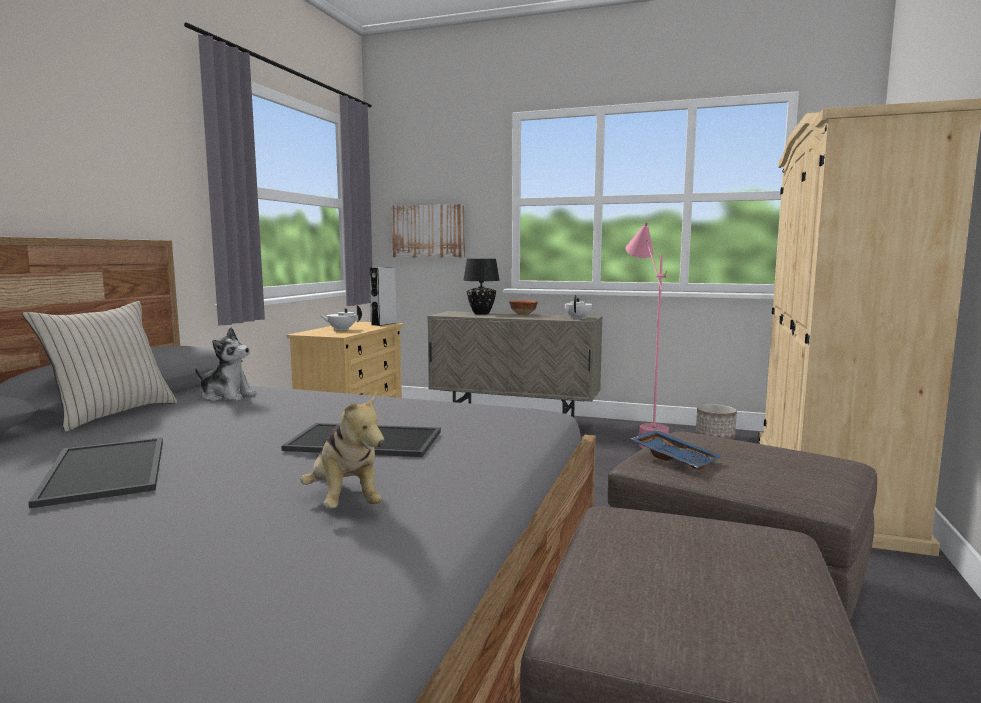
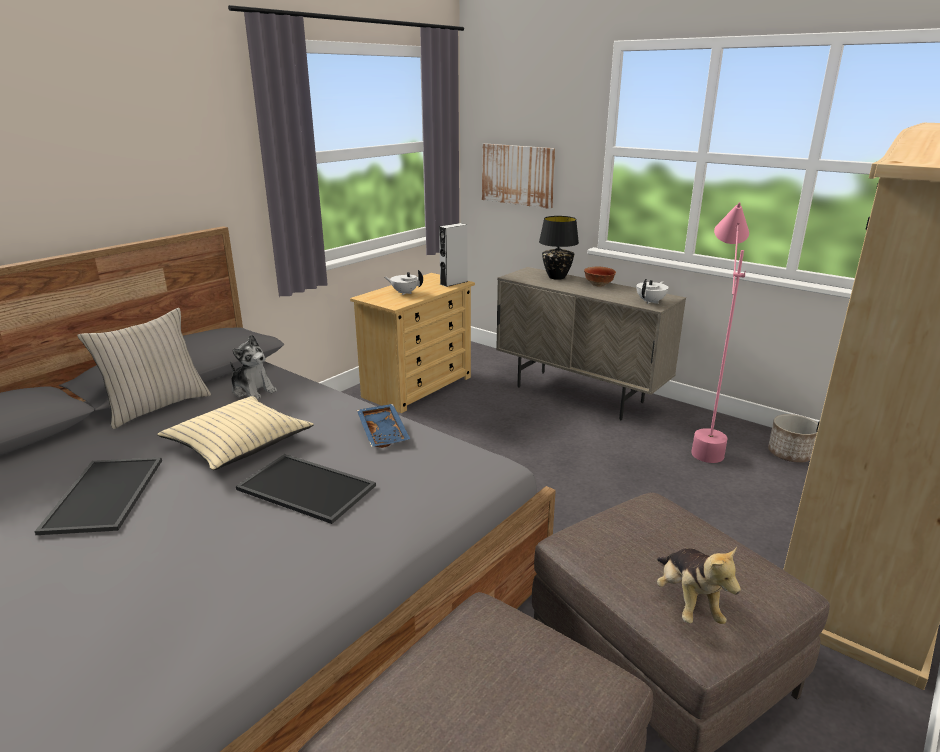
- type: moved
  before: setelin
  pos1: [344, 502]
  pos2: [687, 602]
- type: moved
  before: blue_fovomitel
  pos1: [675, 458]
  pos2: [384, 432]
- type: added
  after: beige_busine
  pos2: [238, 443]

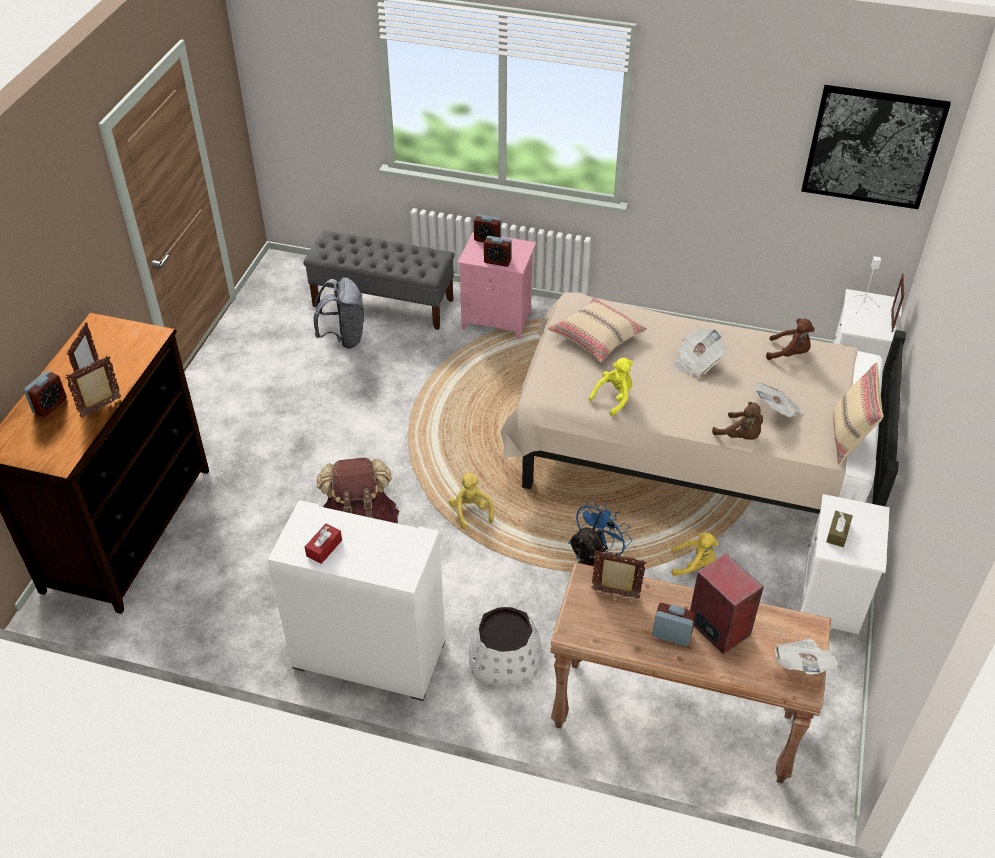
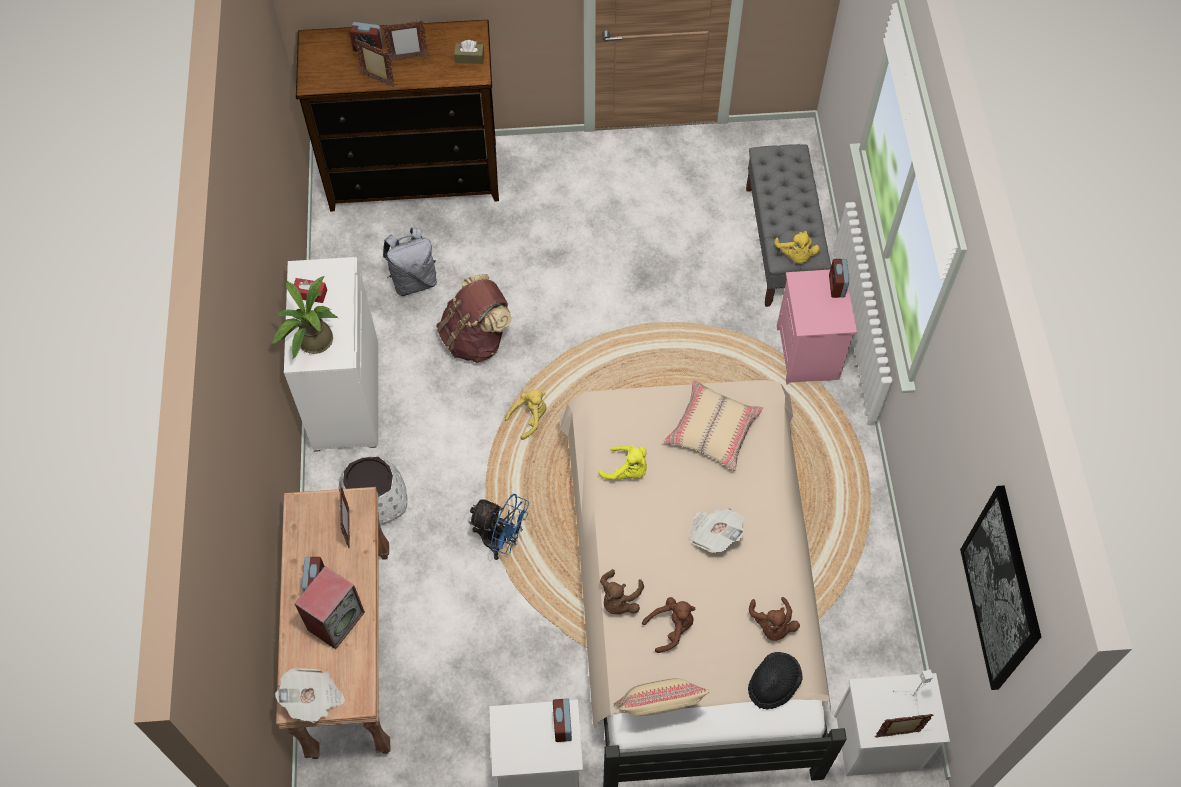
- type: moved
  before: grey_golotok
  pos1: [344, 337]
  pos2: [414, 281]
- type: moved
  before: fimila
  pos1: [497, 261]
  pos2: [562, 725]
- type: moved
  before: yellow_setelin
  pos1: [694, 564]
  pos2: [796, 256]
- type: replaced
  before: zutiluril
  after: brown_setelin
  pos1: [776, 410]
  pos2: [671, 628]
- type: moved
  before: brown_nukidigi
  pos1: [838, 533]
  pos2: [469, 58]
- type: added
  after: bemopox
  pos2: [311, 343]
- type: added
  after: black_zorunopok
  pos2: [773, 684]

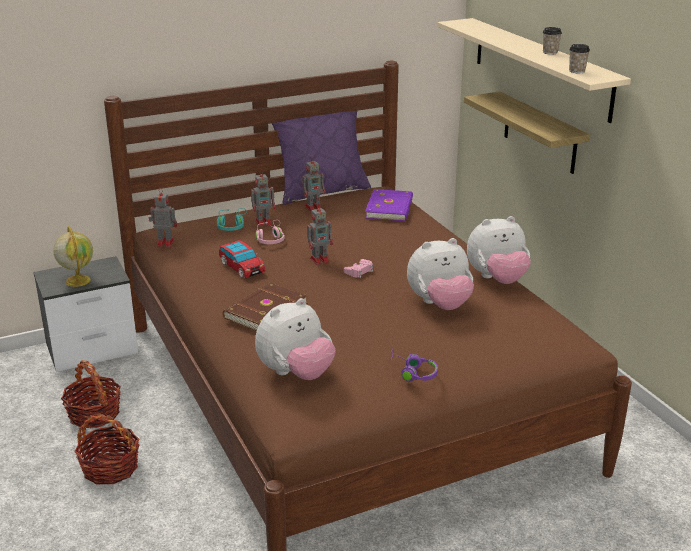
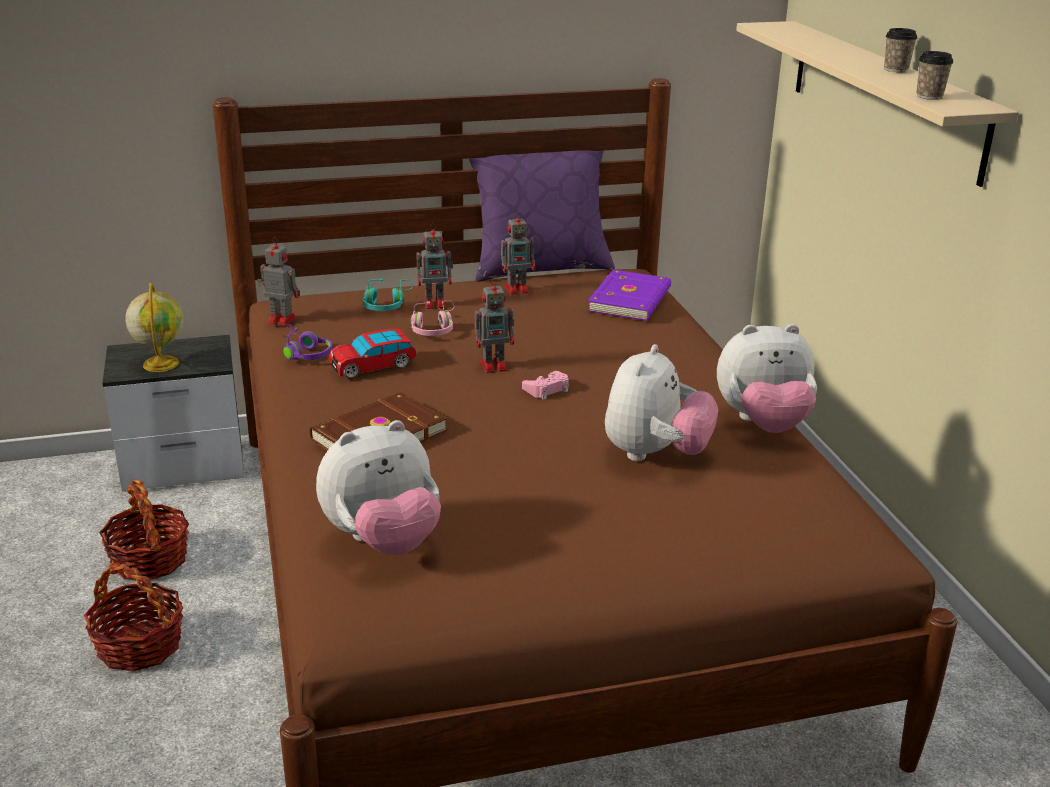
- type: turned
  before: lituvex
  pos1: [242, 267]
  pos2: [373, 366]
  turn: 90
- type: moved
  before: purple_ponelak
  pos1: [412, 372]
  pos2: [304, 353]
- type: turned
  before: setelin
  pos1: [439, 304]
  pos2: [655, 454]
  turn: -60
- type: removed
  before: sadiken
  pos1: [540, 133]

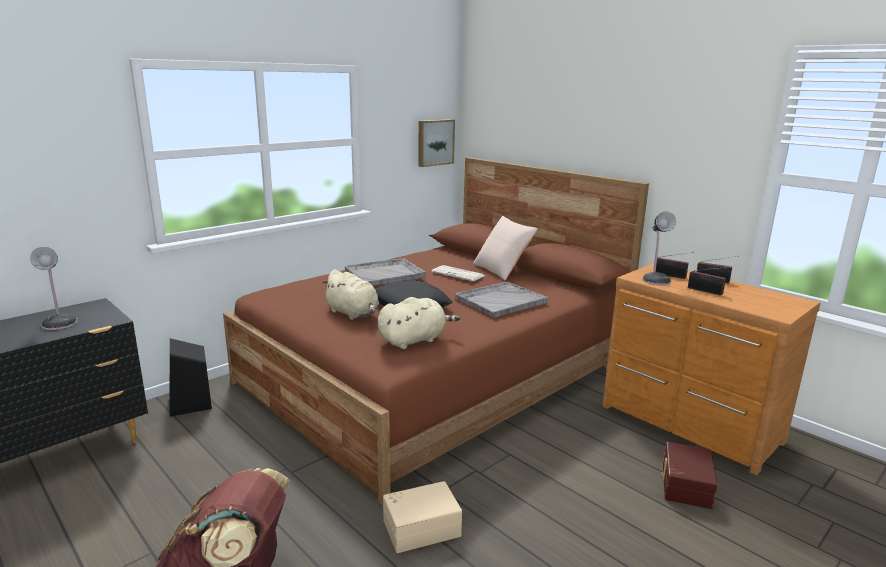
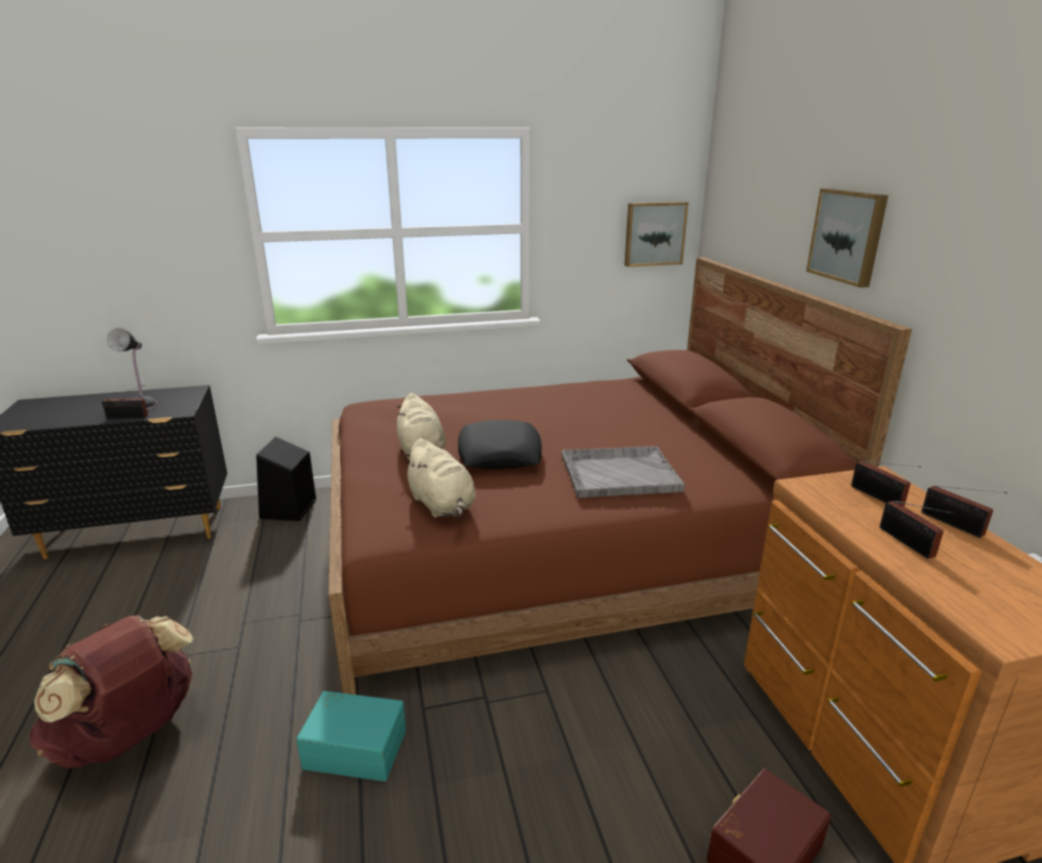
- type: removed
  before: grey_fovomitel
  pos1: [385, 274]
- type: turned
  before: beige_setelin
  pos1: [414, 340]
  pos2: [442, 505]
  turn: 60
- type: recoloured
  before: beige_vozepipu
  after: turquoise_vozepipu
  pos1: [421, 527]
  pos2: [356, 746]
- type: removed
  before: zutiluril
  pos1: [459, 274]
- type: removed
  before: beige_busine
  pos1: [502, 270]
- type: removed
  before: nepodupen
  pos1: [655, 280]
- type: added
  after: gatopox
  pos2: [129, 417]
- type: added
  after: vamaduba
  pos2: [848, 236]

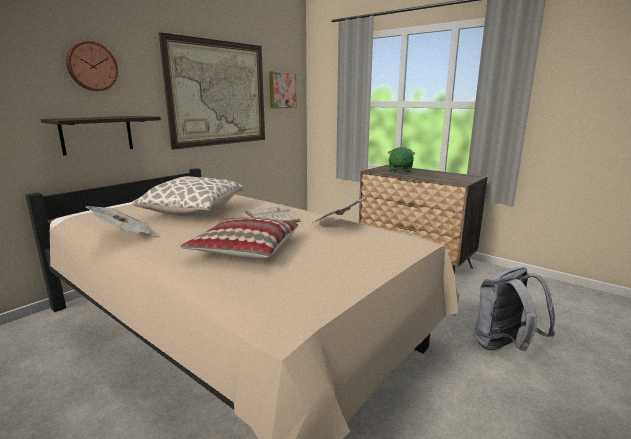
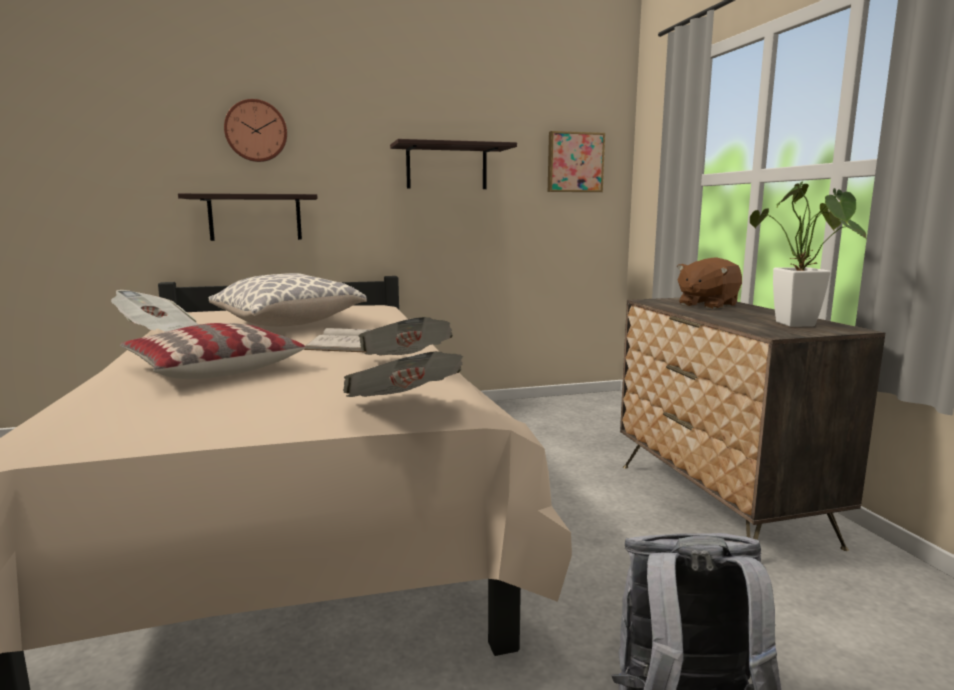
- type: replaced
  before: vamaduba
  after: sadiken
  pos1: [218, 94]
  pos2: [446, 167]
- type: recoloured
  before: green_setelin
  after: brown_setelin
  pos1: [400, 170]
  pos2: [707, 305]
- type: added
  after: zutiluril
  pos2: [403, 410]
- type: added
  after: bemopox
  pos2: [799, 326]

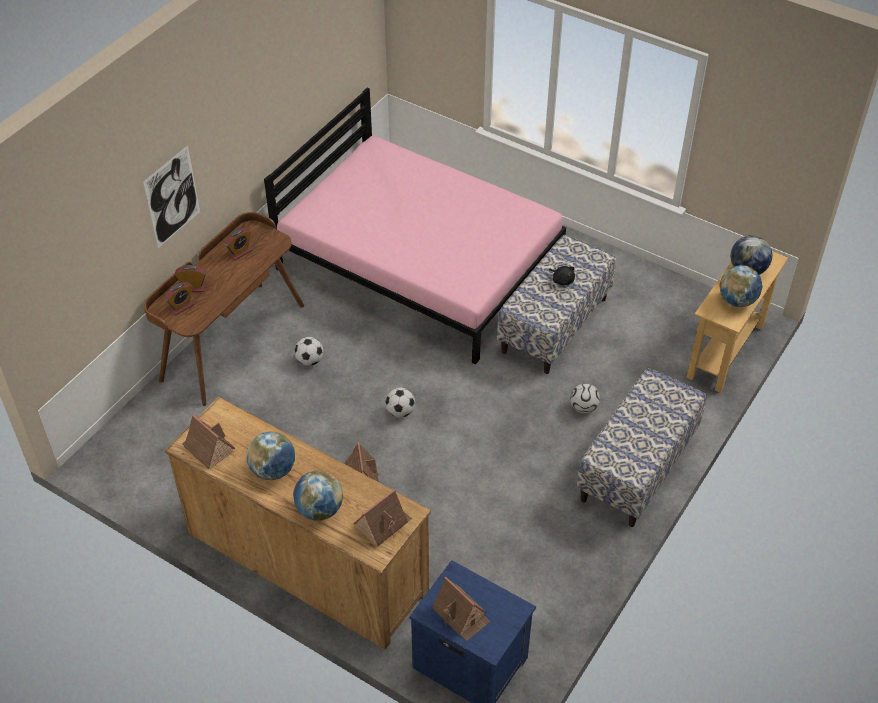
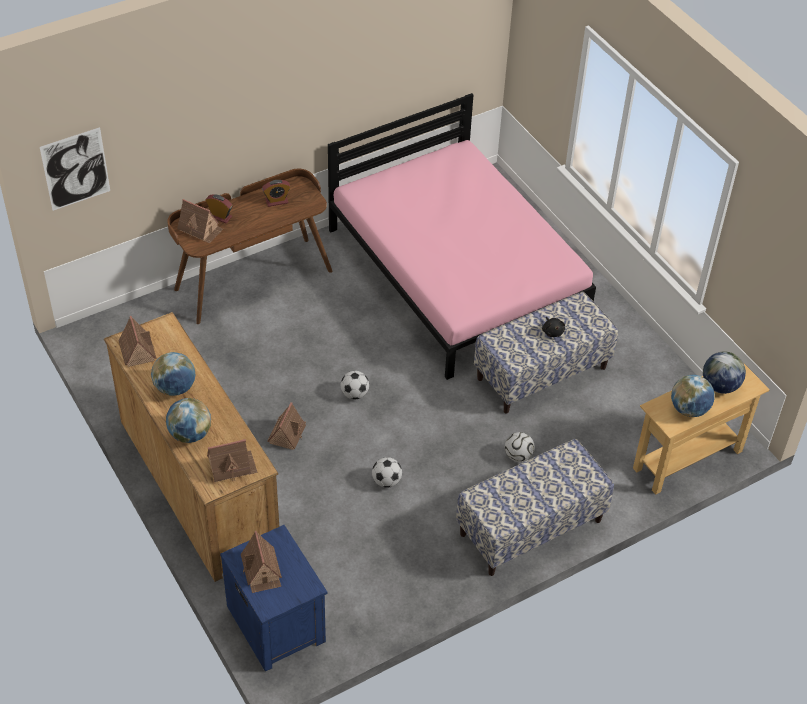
- type: moved
  before: vamaduba
  pos1: [172, 197]
  pos2: [75, 169]
- type: replaced
  before: fimila
  after: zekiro
  pos1: [181, 307]
  pos2: [200, 229]
- type: moved
  before: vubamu
  pos1: [310, 360]
  pos2: [386, 481]

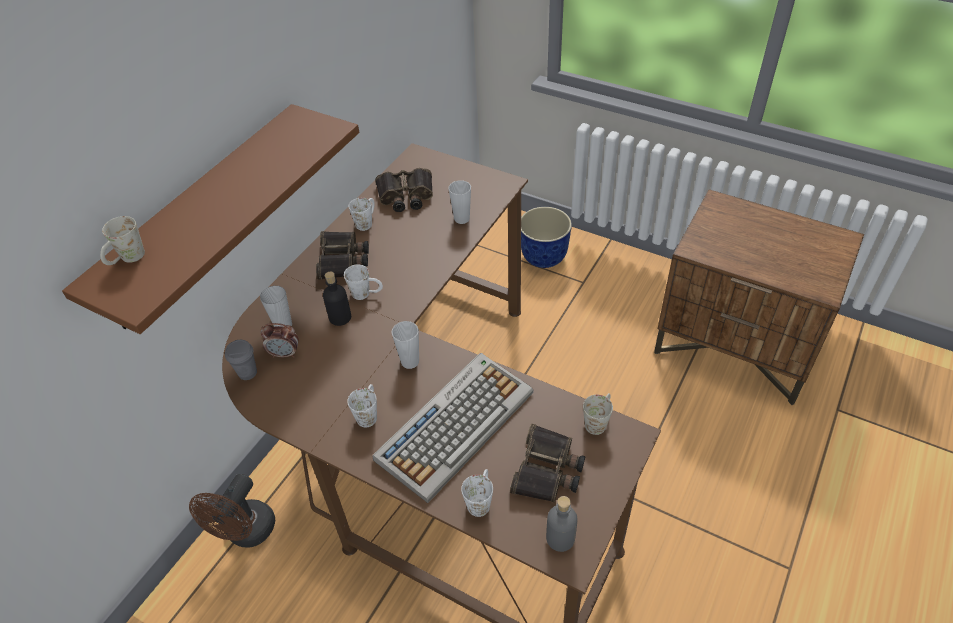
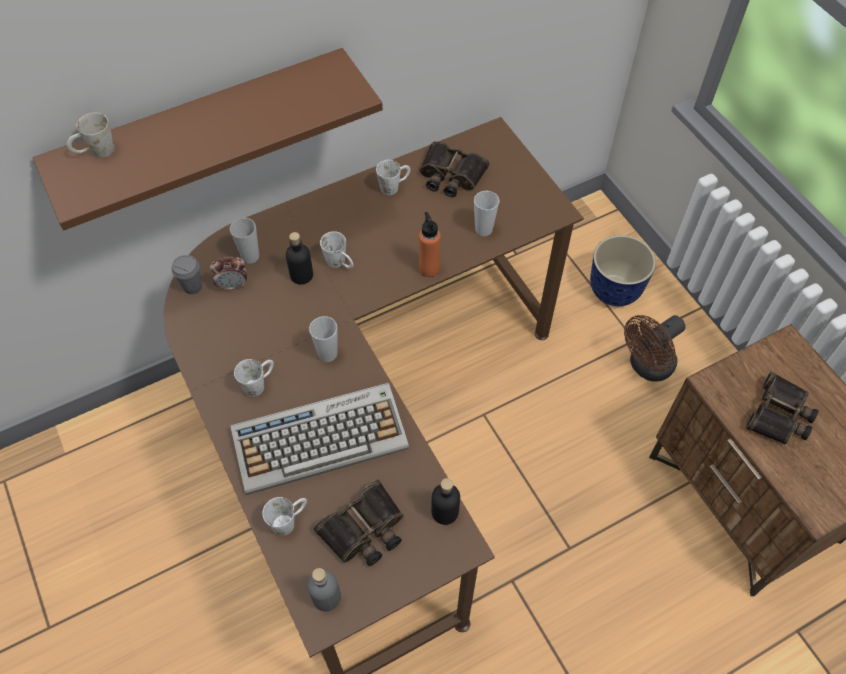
- type: moved
  before: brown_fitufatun
  pos1: [246, 533]
  pos2: [646, 367]
- type: turned
  before: fimila
  pos1: [285, 354]
  pos2: [233, 285]
  turn: -45
- type: moved
  before: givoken
  pos1: [343, 260]
  pos2: [780, 415]
- type: replaced
  before: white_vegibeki
  after: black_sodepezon
  pos1: [598, 420]
  pos2: [445, 512]
- type: added
  after: orange_sodepezon
  pos2: [429, 269]

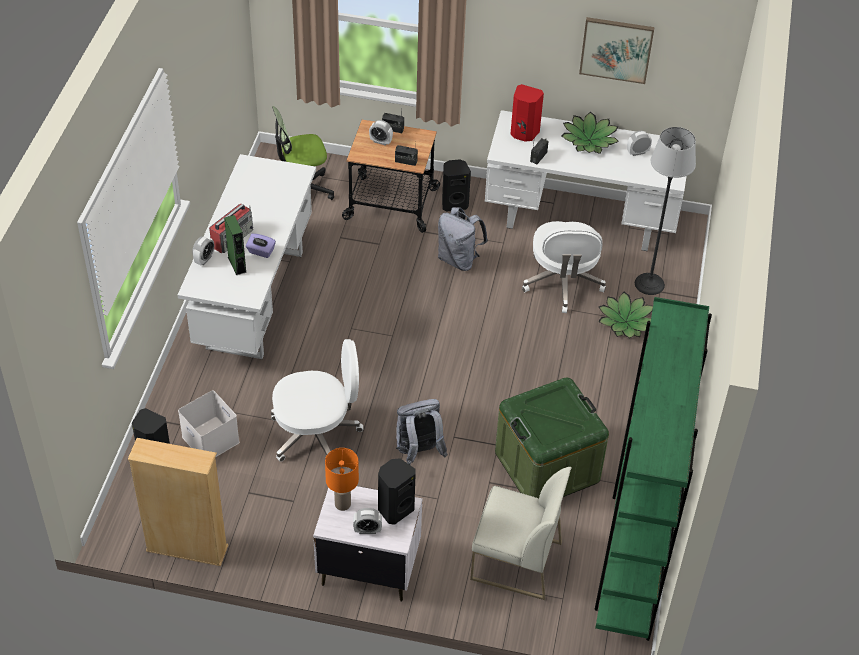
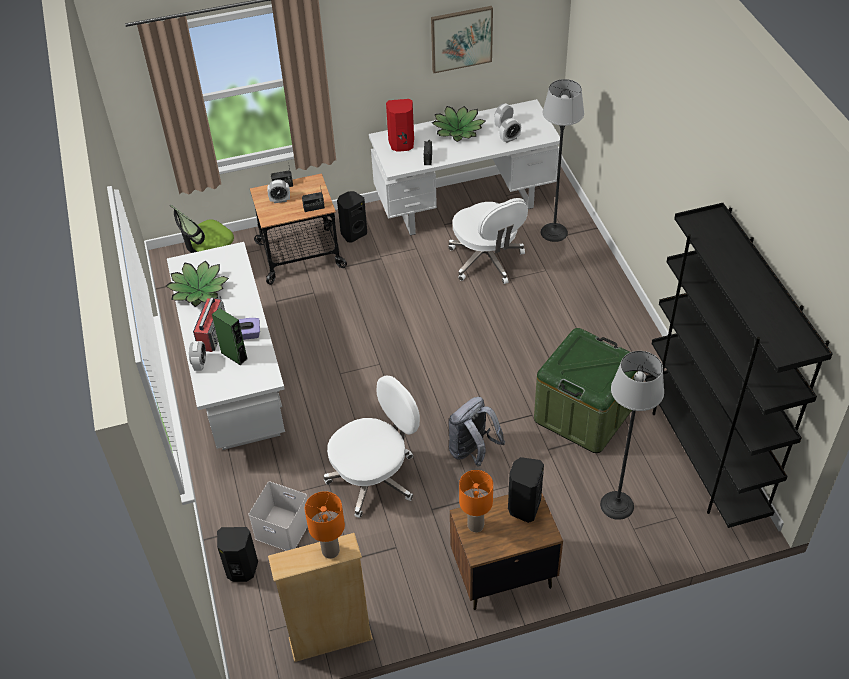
- type: recoloured
  before: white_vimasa
  after: brown_vimasa
  pos1: [368, 568]
  pos2: [502, 574]
- type: moved
  before: fimila
  pos1: [367, 530]
  pos2: [510, 139]
- type: removed
  before: grey_golotok
  pos1: [459, 259]
- type: replaced
  before: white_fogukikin
  after: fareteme
  pos1: [515, 561]
  pos2: [617, 505]
- type: recoloured
  before: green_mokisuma
  after: black_mokisuma
  pos1: [632, 557]
  pos2: [703, 455]
- type: moved
  before: bemopox
  pos1: [626, 322]
  pos2: [199, 290]
- type: added
  after: orange_nepodupen
  pos2: [330, 551]

